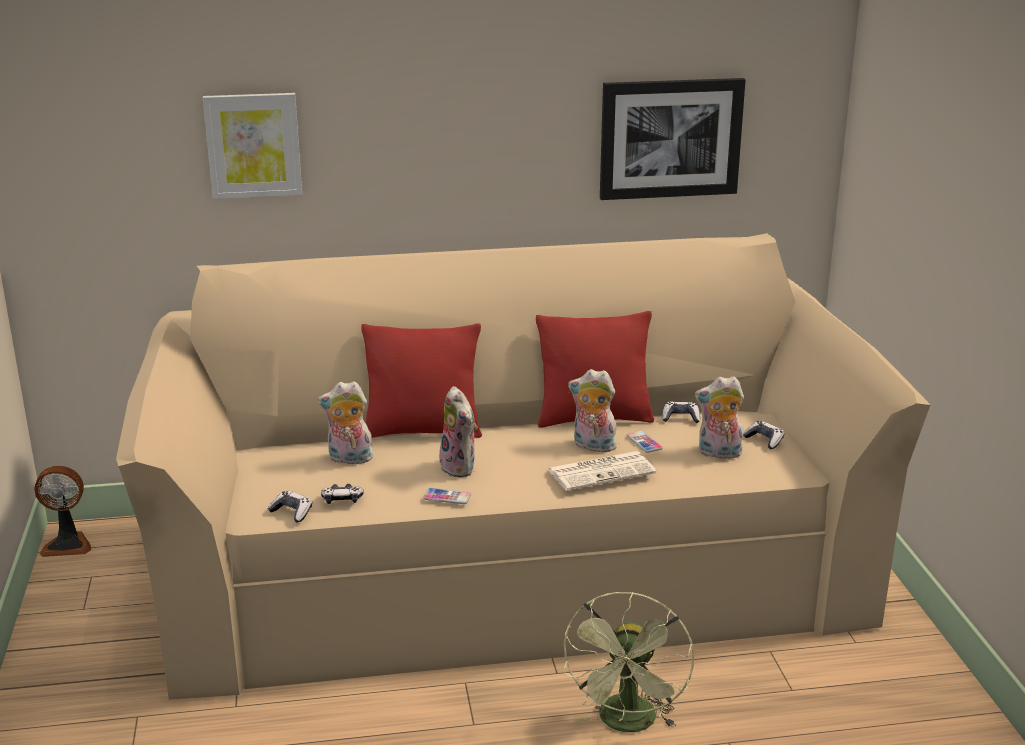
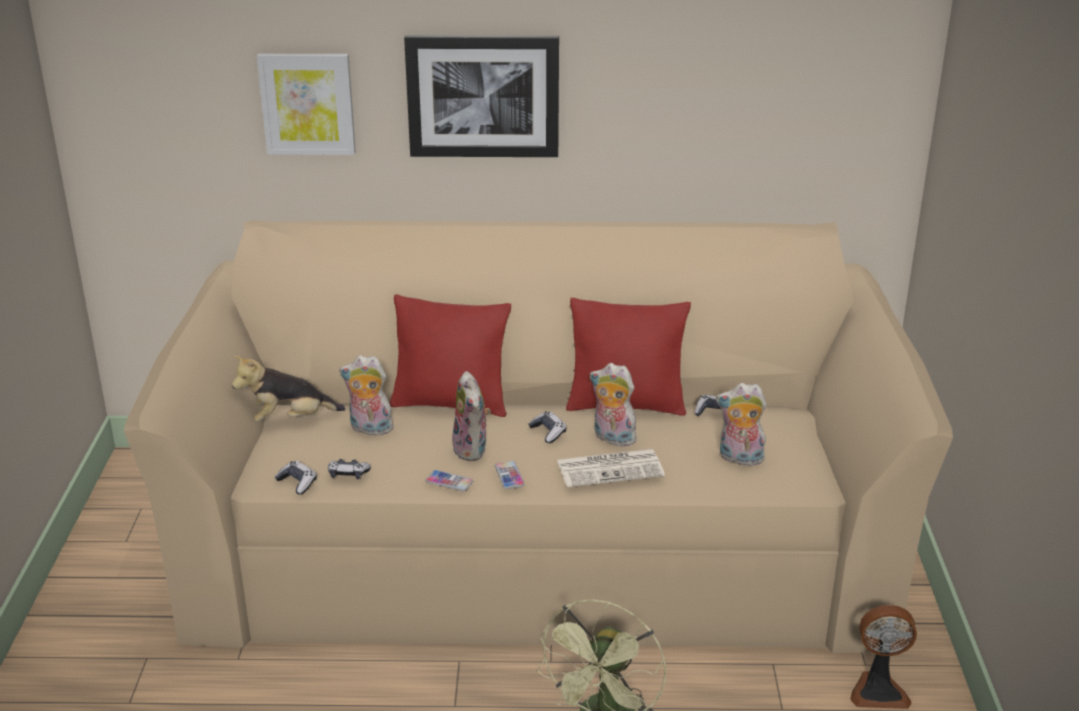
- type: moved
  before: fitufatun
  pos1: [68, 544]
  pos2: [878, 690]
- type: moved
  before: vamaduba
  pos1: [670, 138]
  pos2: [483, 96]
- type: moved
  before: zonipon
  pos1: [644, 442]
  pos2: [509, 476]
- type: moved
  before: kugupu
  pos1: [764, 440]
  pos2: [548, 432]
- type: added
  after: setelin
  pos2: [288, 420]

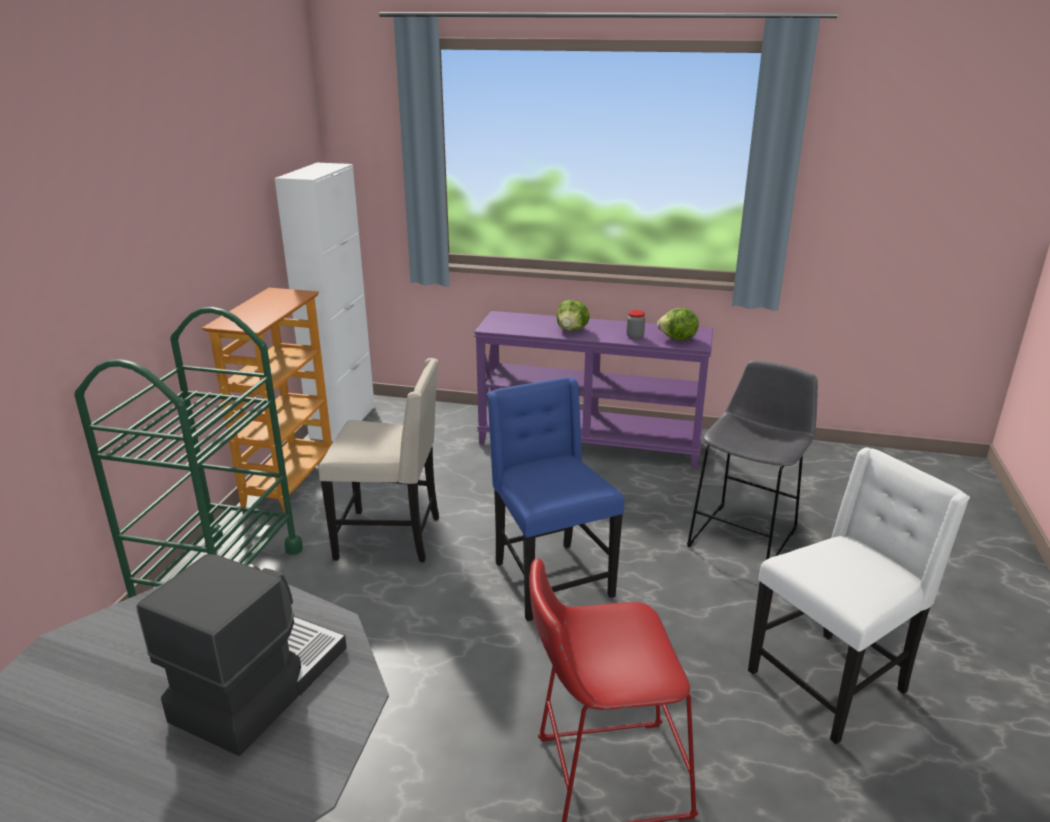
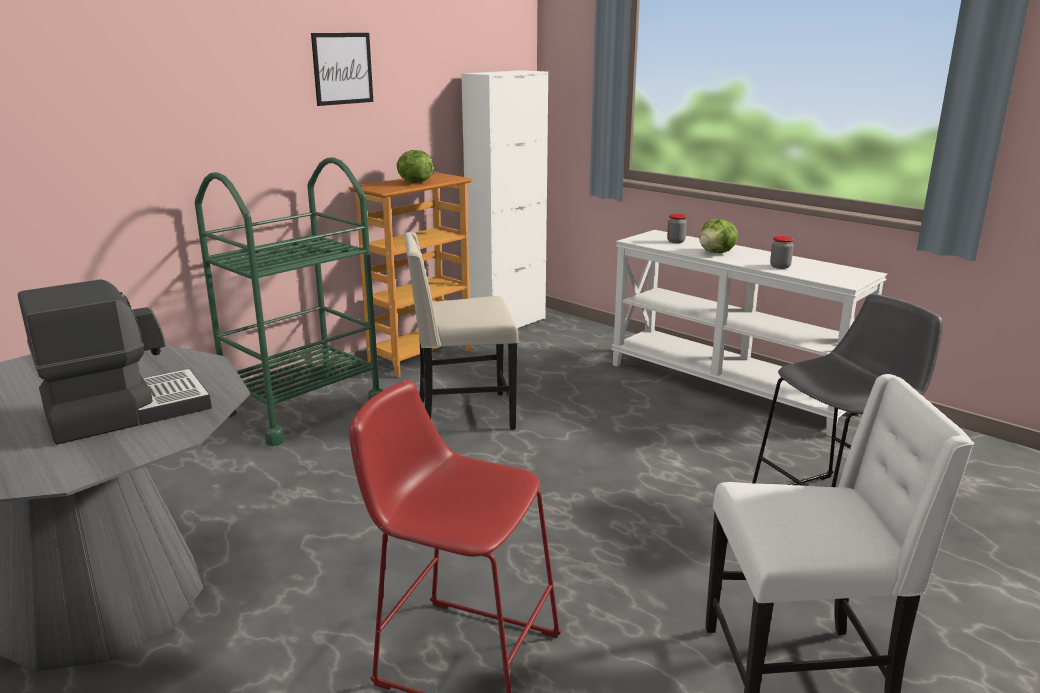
- type: turned
  before: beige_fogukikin
  pos1: [391, 537]
  pos2: [462, 414]
  turn: 135
- type: recoloured
  before: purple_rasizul
  after: white_rasizul
  pos1: [590, 442]
  pos2: [730, 387]
- type: removed
  before: blue_fogukikin
  pos1: [550, 579]
- type: moved
  before: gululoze
  pos1: [678, 339]
  pos2: [414, 182]
- type: added
  after: vamaduba
  pos2: [342, 68]
- type: added
  after: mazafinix
  pos2: [676, 241]

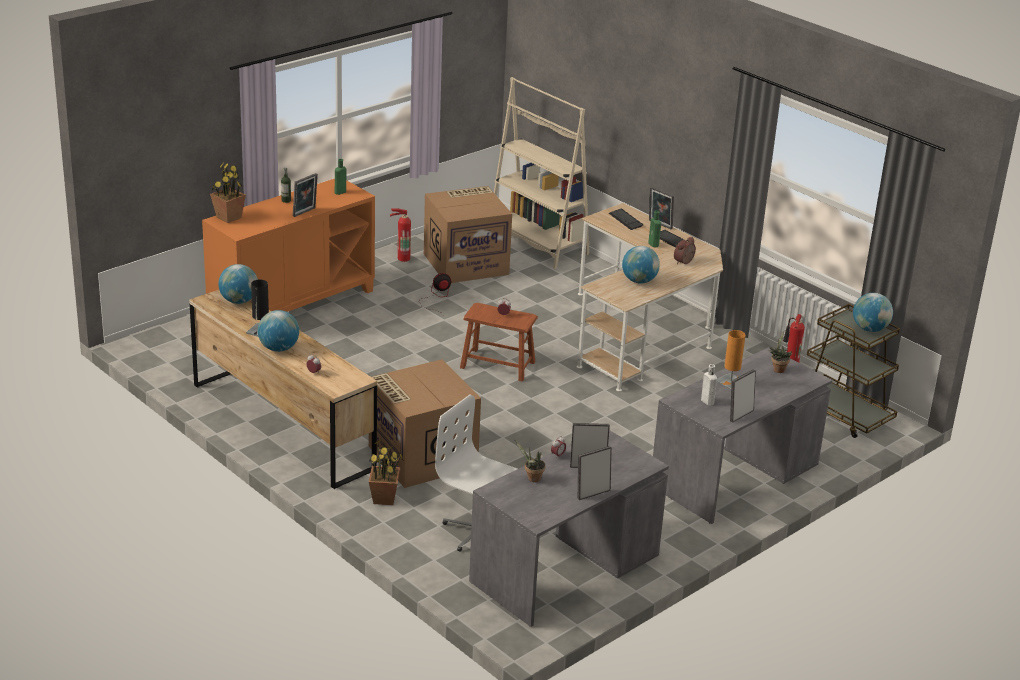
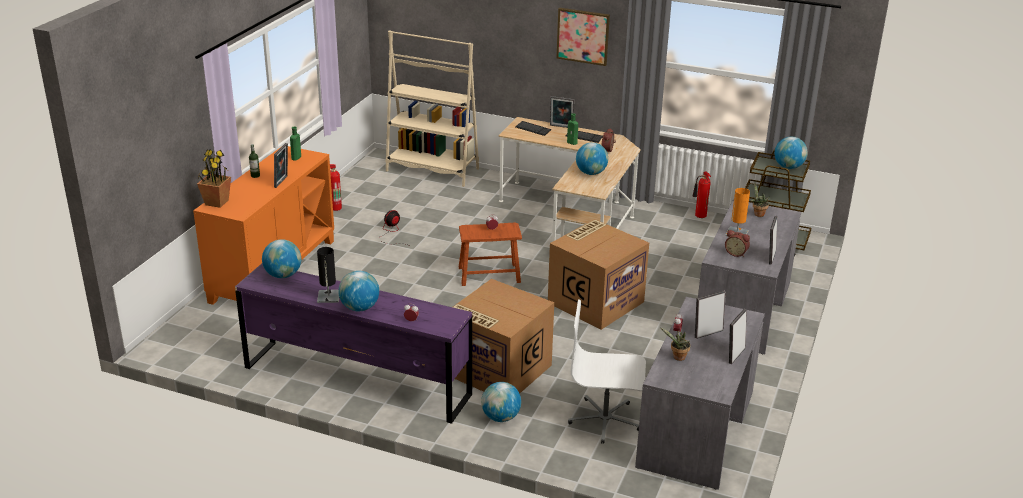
- type: recoloured
  before: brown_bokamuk
  after: purple_bokamuk
  pos1: [282, 426]
  pos2: [357, 380]
- type: replaced
  before: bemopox
  after: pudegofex
  pos1: [384, 498]
  pos2: [501, 417]
- type: moved
  before: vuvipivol
  pos1: [466, 263]
  pos2: [595, 301]
- type: replaced
  before: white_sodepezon
  after: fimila
  pos1: [706, 401]
  pos2: [736, 253]
- type: added
  after: vamaduba
  pos2: [583, 36]

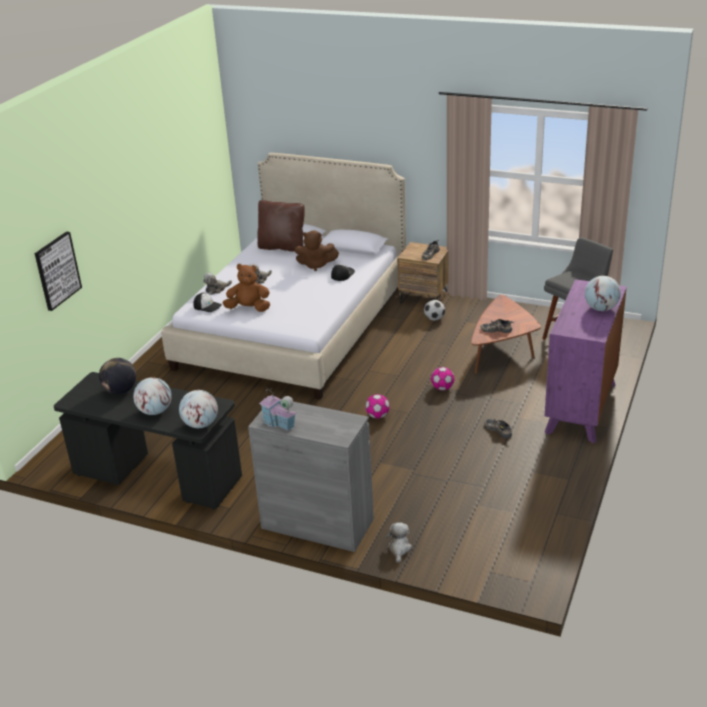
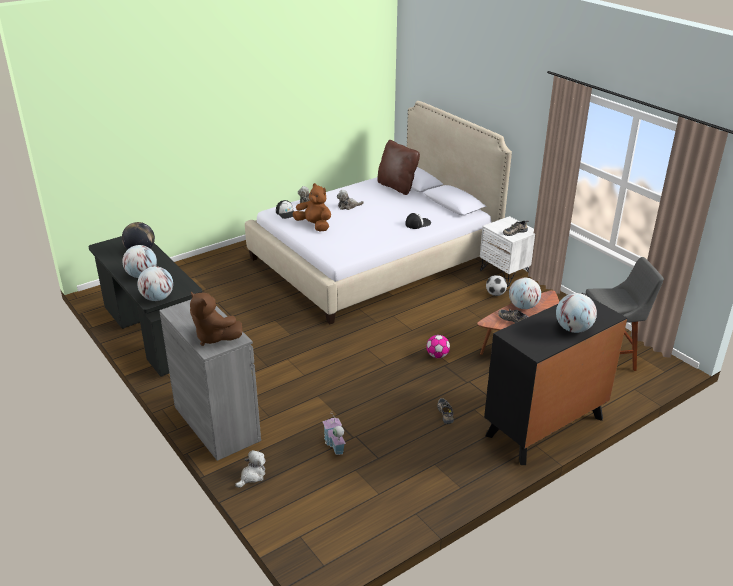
- type: removed
  before: vamaduba
  pos1: [57, 270]
- type: moved
  before: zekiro
  pos1: [278, 423]
  pos2: [334, 444]
- type: moved
  before: brown_setelin
  pos1: [316, 265]
  pos2: [214, 337]
- type: removed
  before: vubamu
  pos1: [377, 416]
- type: recoloured
  before: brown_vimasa
  after: white_vimasa
  pos1: [424, 298]
  pos2: [506, 273]
- type: recoloured
  before: purple_bokamuk
  after: black_bokamuk
  pos1: [581, 408]
  pos2: [545, 427]
- type: added
  after: pudegofex
  pos2: [523, 306]

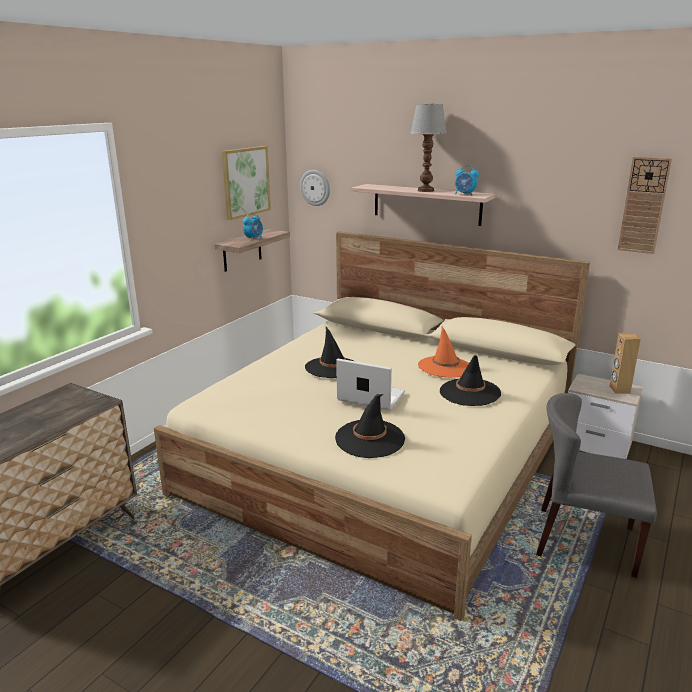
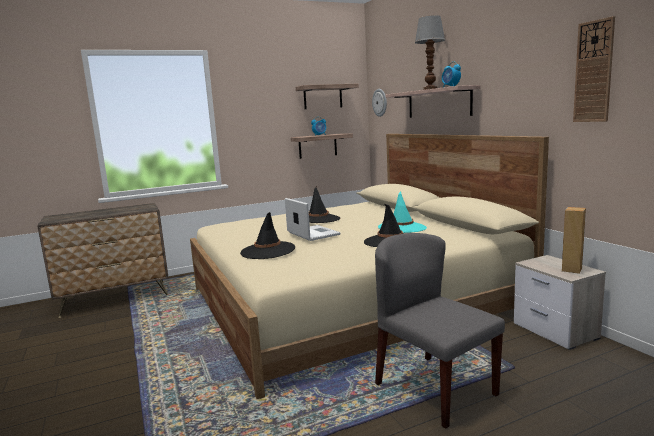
- type: replaced
  before: vamaduba
  after: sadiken
  pos1: [245, 182]
  pos2: [323, 97]
- type: recoloured
  before: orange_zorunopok
  after: turquoise_zorunopok
  pos1: [445, 367]
  pos2: [402, 228]

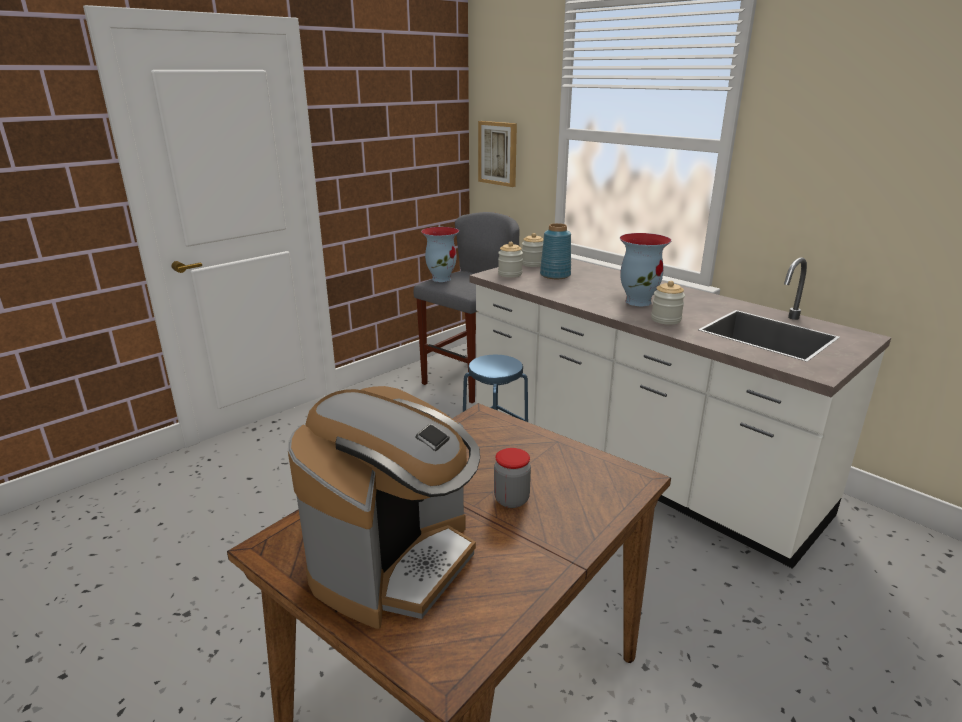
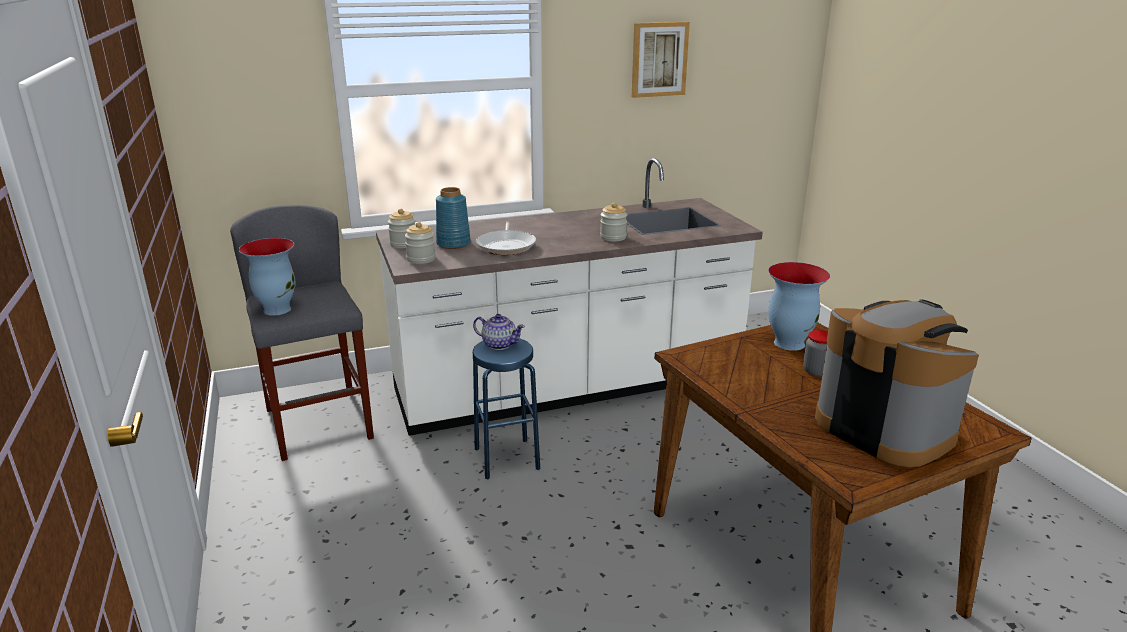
- type: moved
  before: vamaduba
  pos1: [498, 153]
  pos2: [659, 59]
- type: moved
  before: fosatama
  pos1: [638, 301]
  pos2: [788, 343]
- type: added
  after: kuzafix
  pos2: [499, 344]
- type: added
  after: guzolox
  pos2: [506, 246]

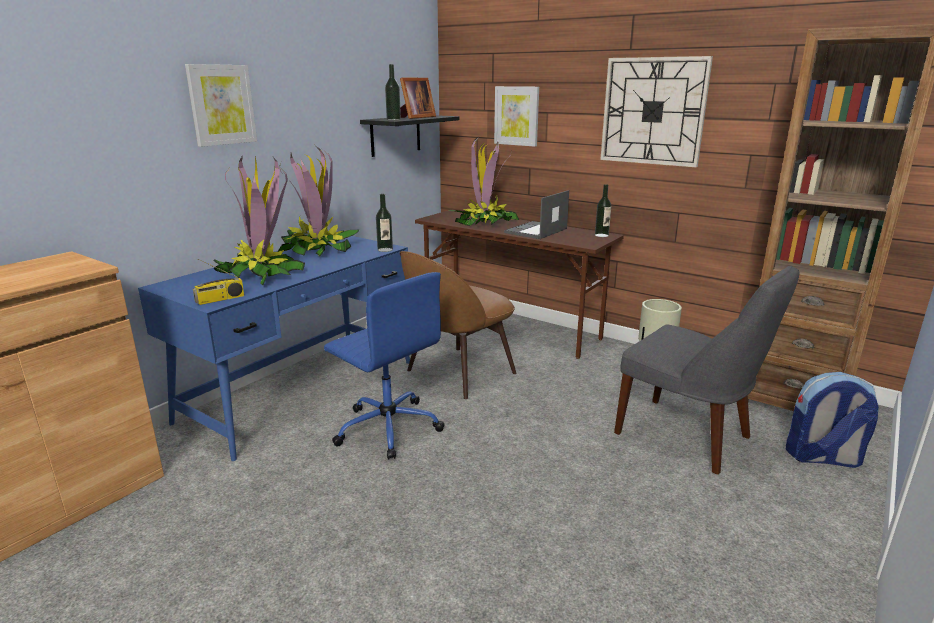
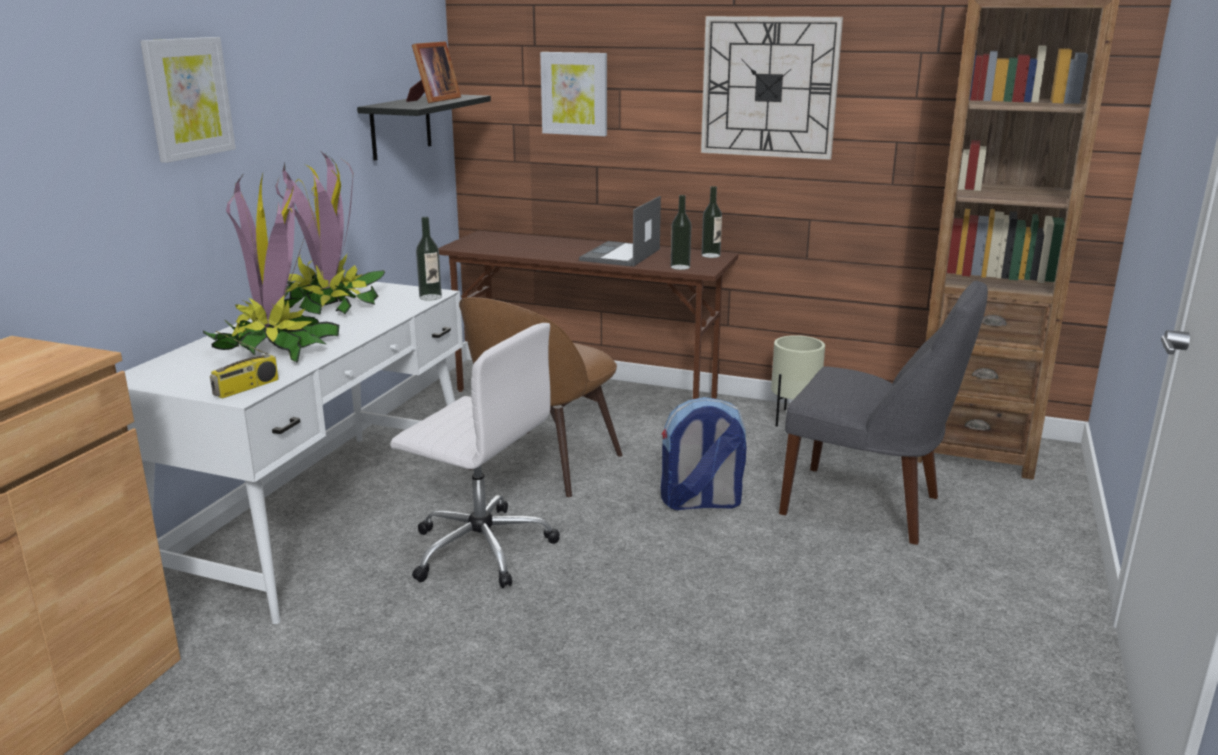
- type: recoloured
  before: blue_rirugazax
  after: white_rirugazax
  pos1: [302, 390]
  pos2: [326, 515]
- type: recoloured
  before: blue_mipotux
  after: white_mipotux
  pos1: [387, 427]
  pos2: [479, 548]
- type: moved
  before: sodepezon
  pos1: [393, 119]
  pos2: [680, 267]
- type: removed
  before: bemopox
  pos1: [485, 223]
- type: moved
  before: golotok
  pos1: [822, 458]
  pos2: [701, 502]

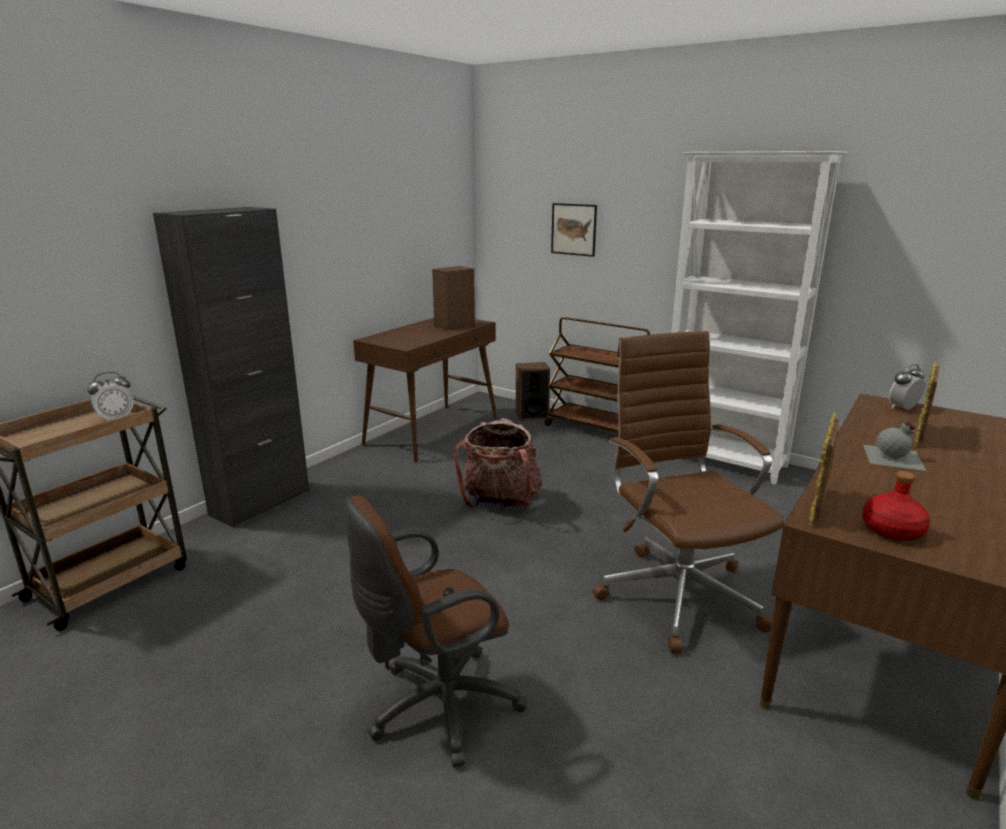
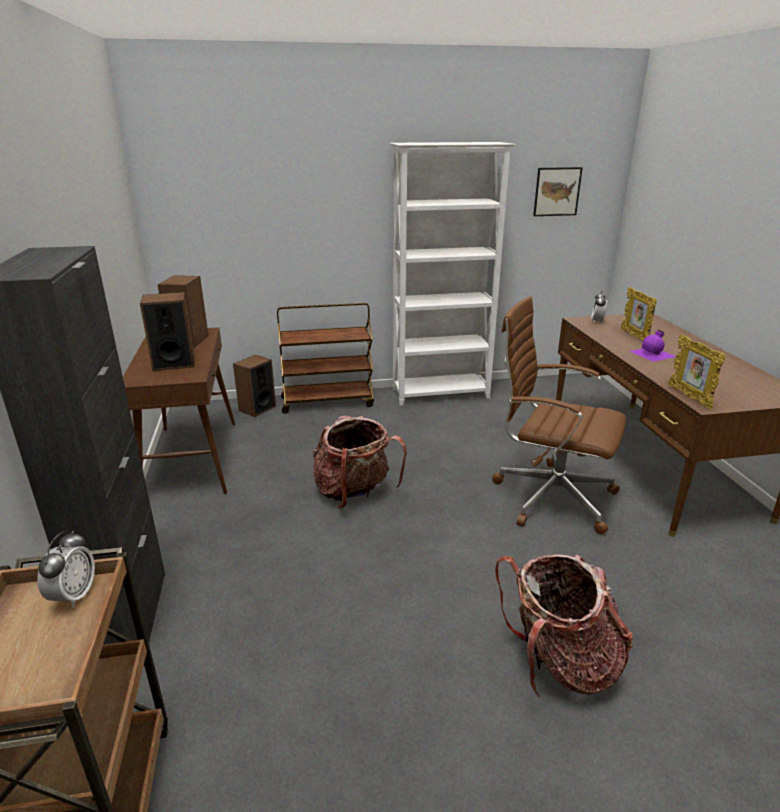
- type: replaced
  before: brown_mipotux
  after: golotok
  pos1: [436, 708]
  pos2: [559, 663]
- type: moved
  before: vamaduba
  pos1: [574, 229]
  pos2: [557, 191]
- type: removed
  before: red_sodepezon
  pos1: [892, 530]
- type: recoloured
  before: grey_sodepezon
  after: purple_sodepezon
  pos1: [894, 457]
  pos2: [653, 354]
- type: added
  after: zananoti
  pos2: [174, 363]

